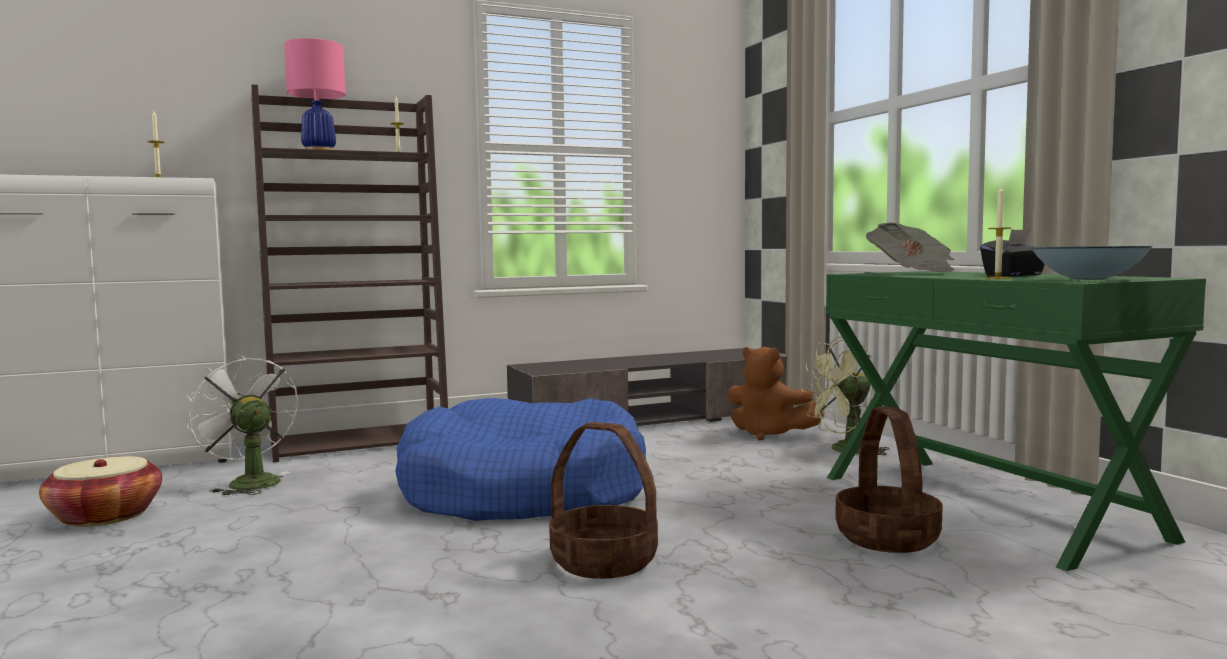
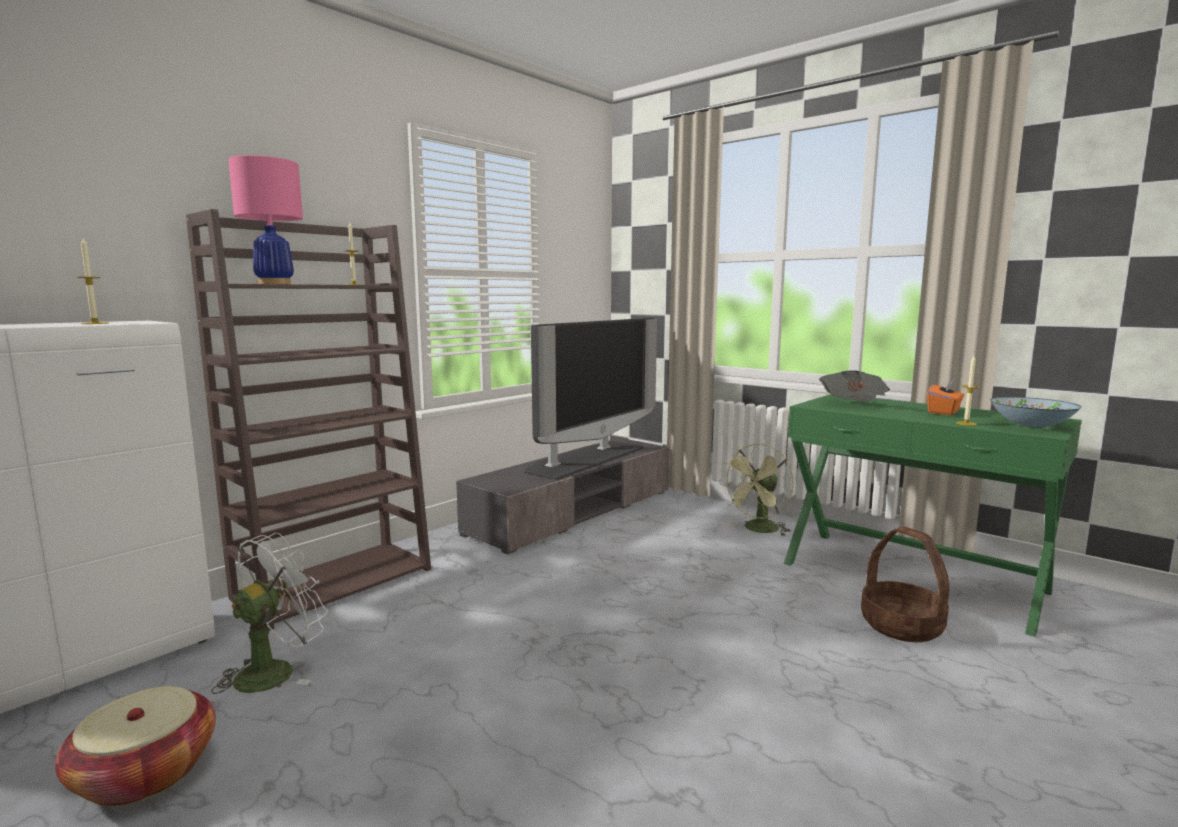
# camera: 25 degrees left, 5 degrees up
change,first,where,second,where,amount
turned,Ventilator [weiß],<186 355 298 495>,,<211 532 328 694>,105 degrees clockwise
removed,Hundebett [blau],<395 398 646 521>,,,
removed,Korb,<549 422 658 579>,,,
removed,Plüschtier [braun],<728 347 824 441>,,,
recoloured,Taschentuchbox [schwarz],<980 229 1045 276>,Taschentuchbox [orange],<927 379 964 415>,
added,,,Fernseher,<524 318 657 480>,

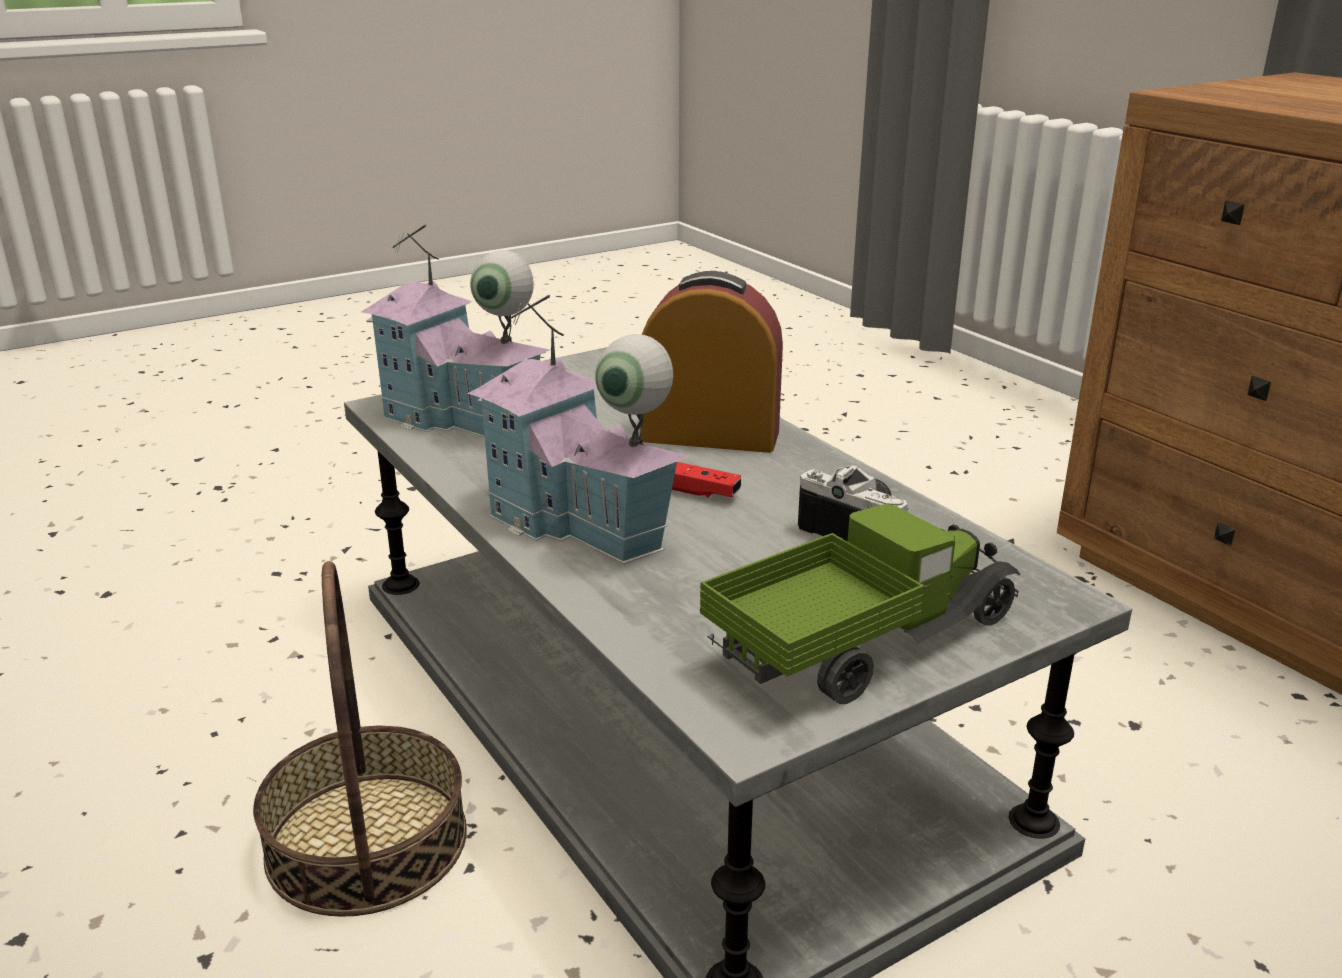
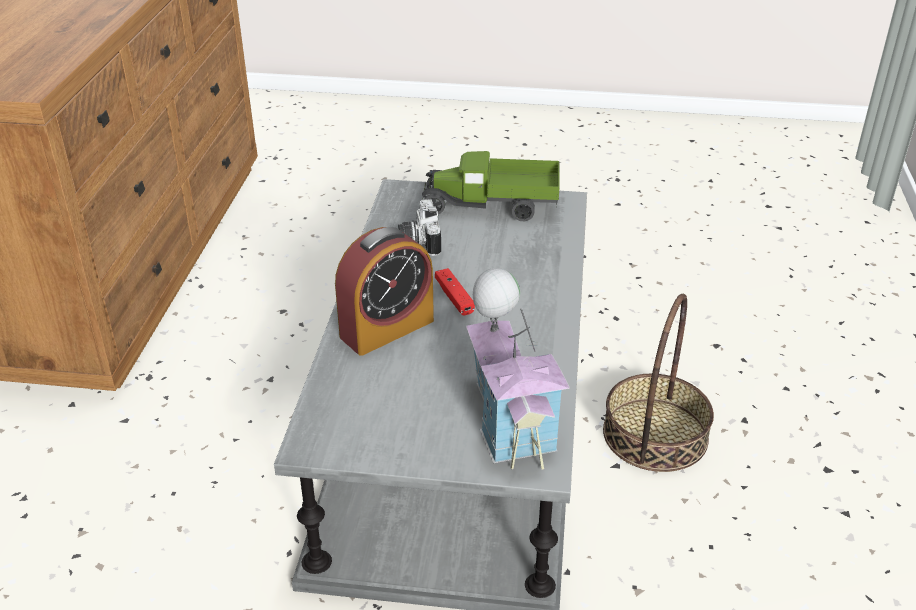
# camera: 140 degrees left, 10 degrees up
change,first,where,second,where,amount
removed,Spielzeughaus,<467 295 690 564>,,,
turned,Wecker,<640 271 783 453>,,<335 227 434 356>,90 degrees counterclockwise

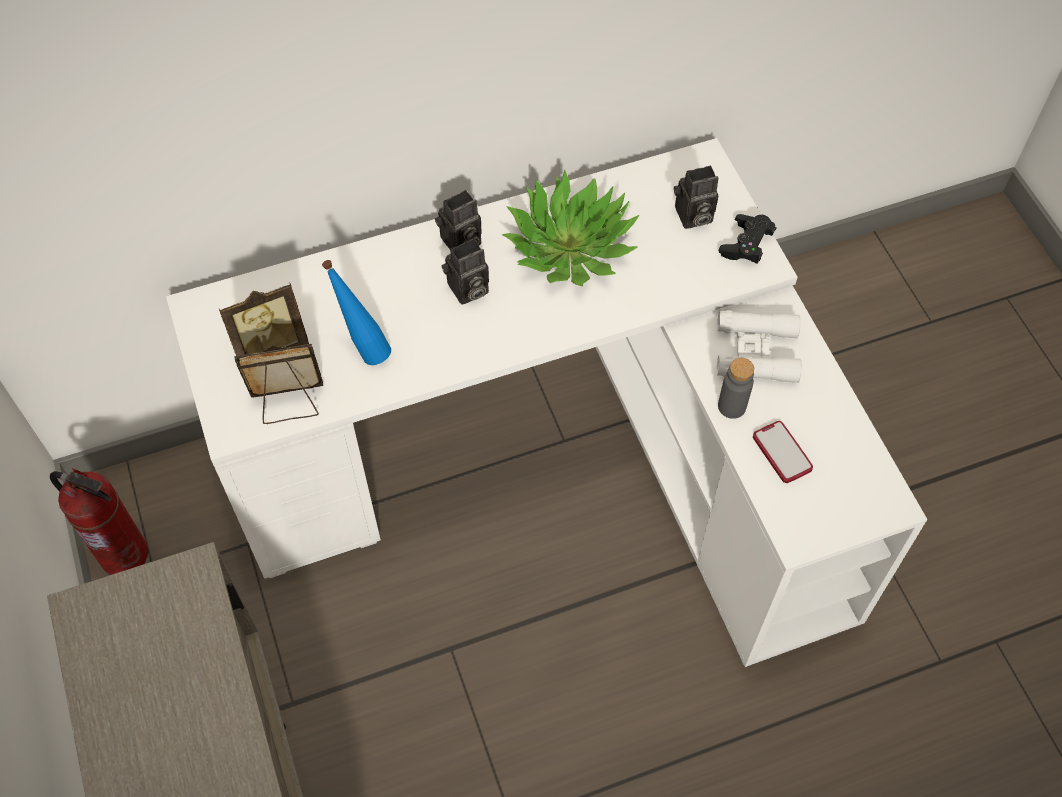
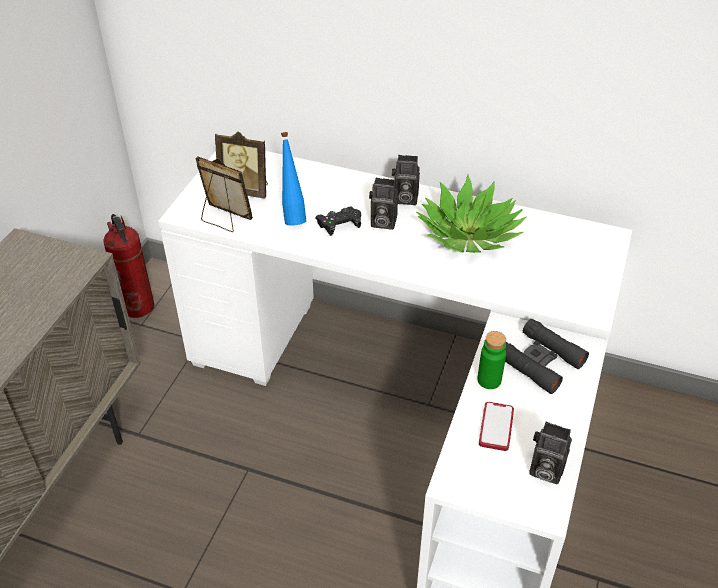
# camera: 40 degrees right, 15 degrees down
change,first,where,second,where,amount
moved,Kamera,<674 165 718 229>,,<529 422 572 484>,
recoloured,Fernglas [weiß],<717 310 802 383>,Fernglas [schwarz],<505 319 589 394>,
recoloured,Flasche [grau],<718 358 754 419>,Flasche [grün],<477 331 506 389>,
moved,Gamepad [schwarz],<719 214 776 264>,,<315 207 361 236>,

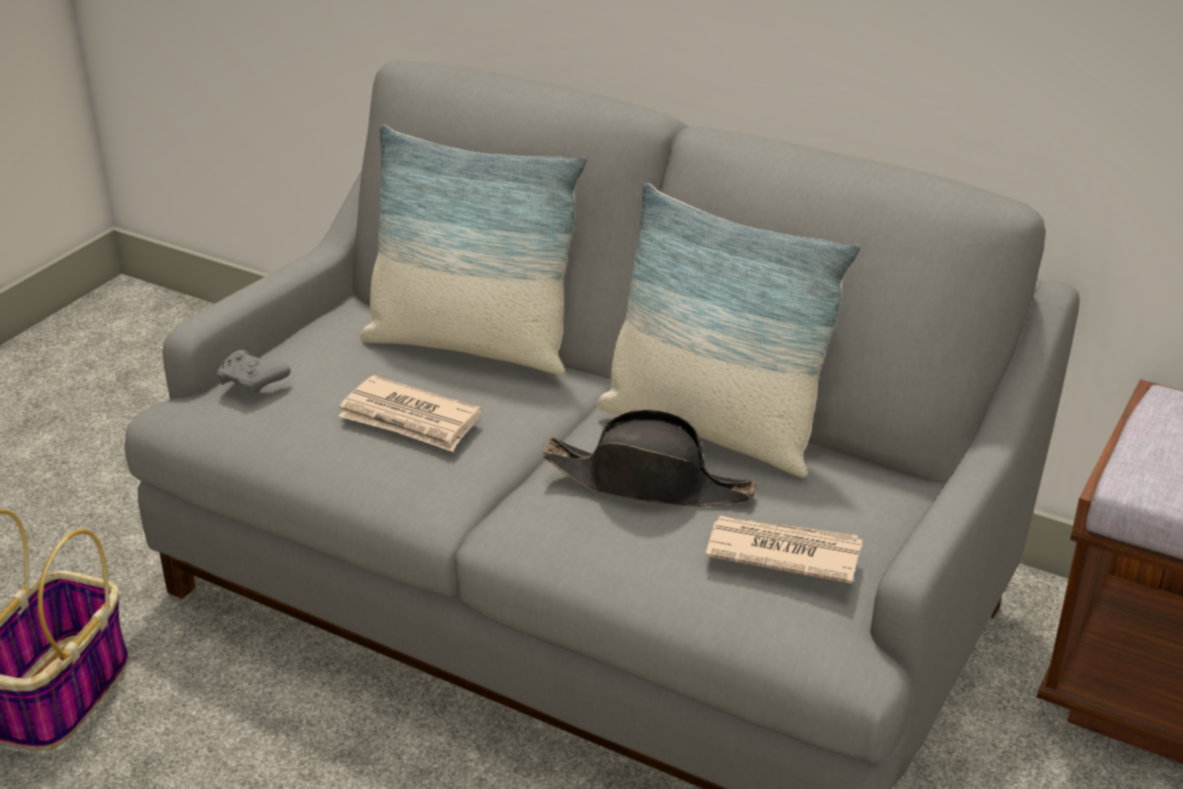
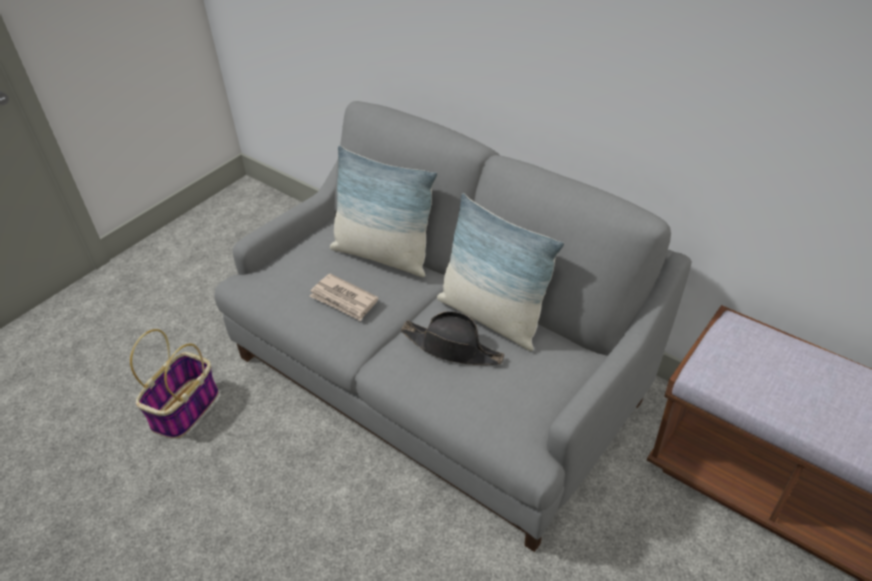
# camera: 10 degrees right, 10 degrees up
change,first,where,second,where,amount
removed,Gamepad [grau],<217 350 291 395>,,,
removed,Zeitung,<705 516 863 584>,,,

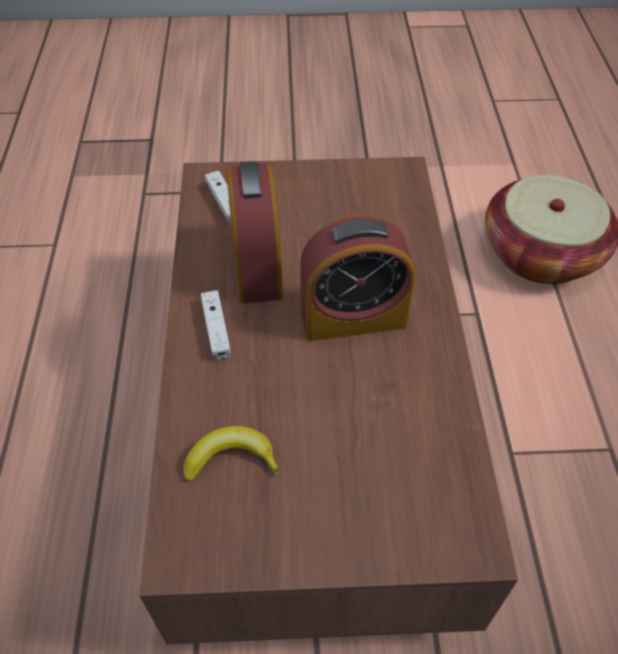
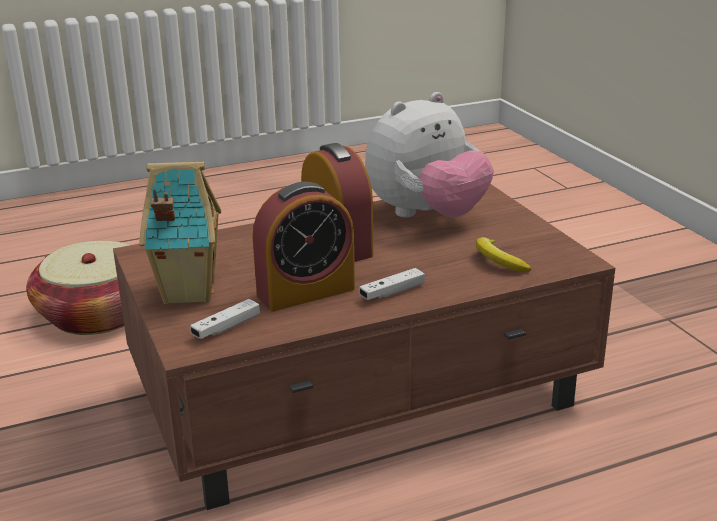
# camera: 110 degrees left, 25 degrees down
change,first,where,second,where,amount
added,,,Spielzeughaus,<139 161 221 304>,
added,,,Plüschtier,<365 92 494 218>,

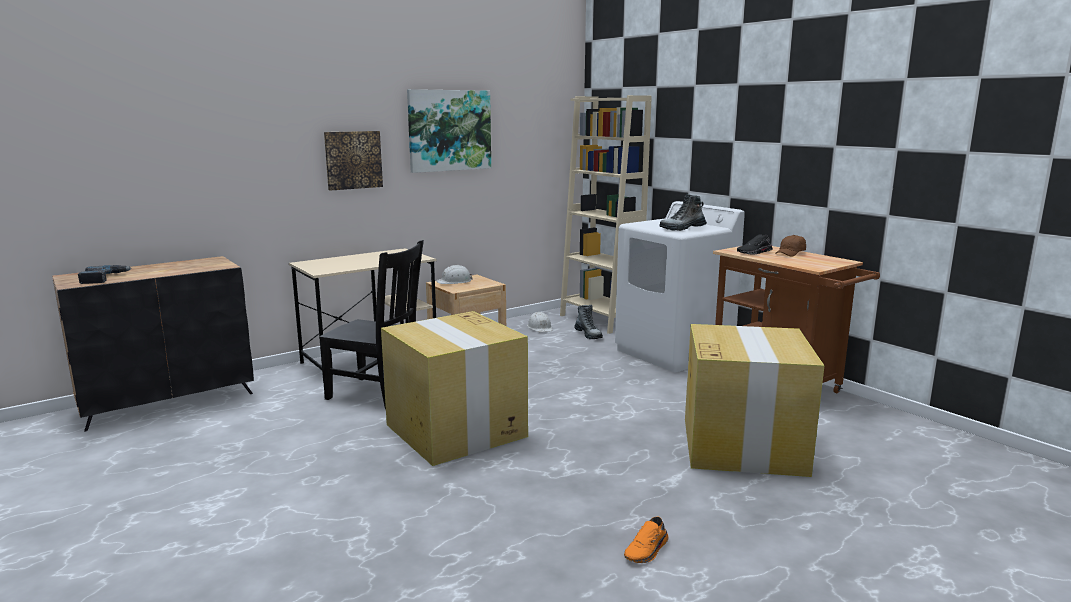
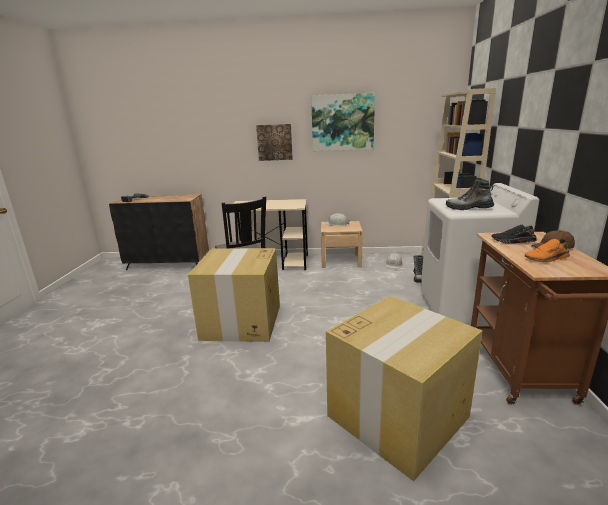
# camera: 40 degrees right, 5 degrees up
change,first,where,second,where,amount
moved,Schuh [orange],<624 516 668 563>,,<525 239 570 263>,

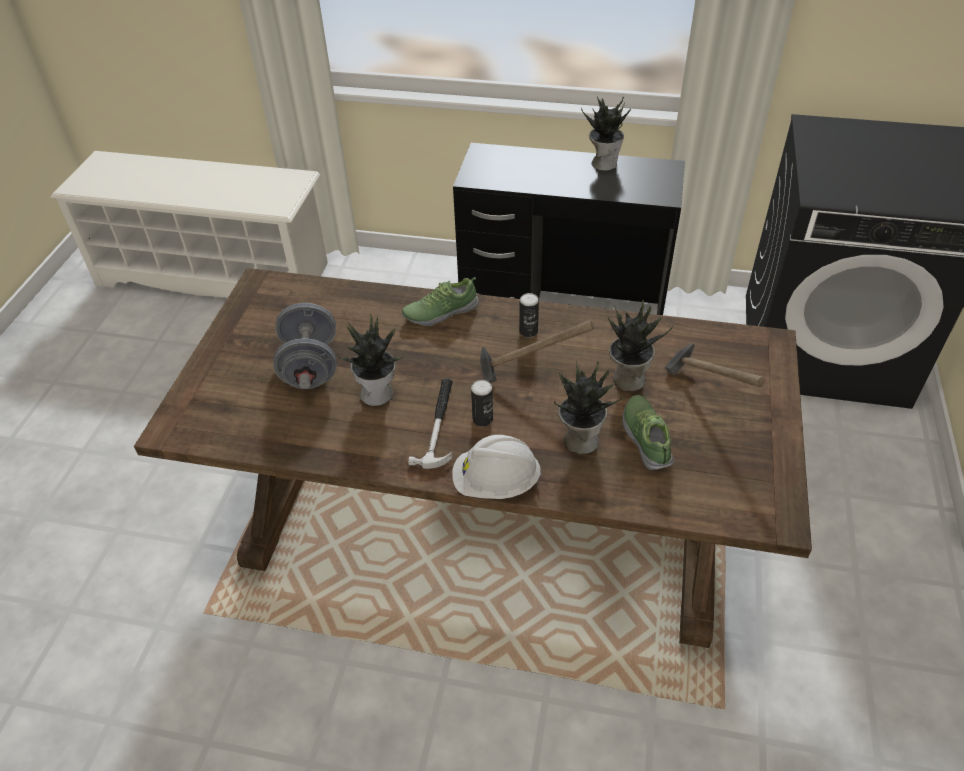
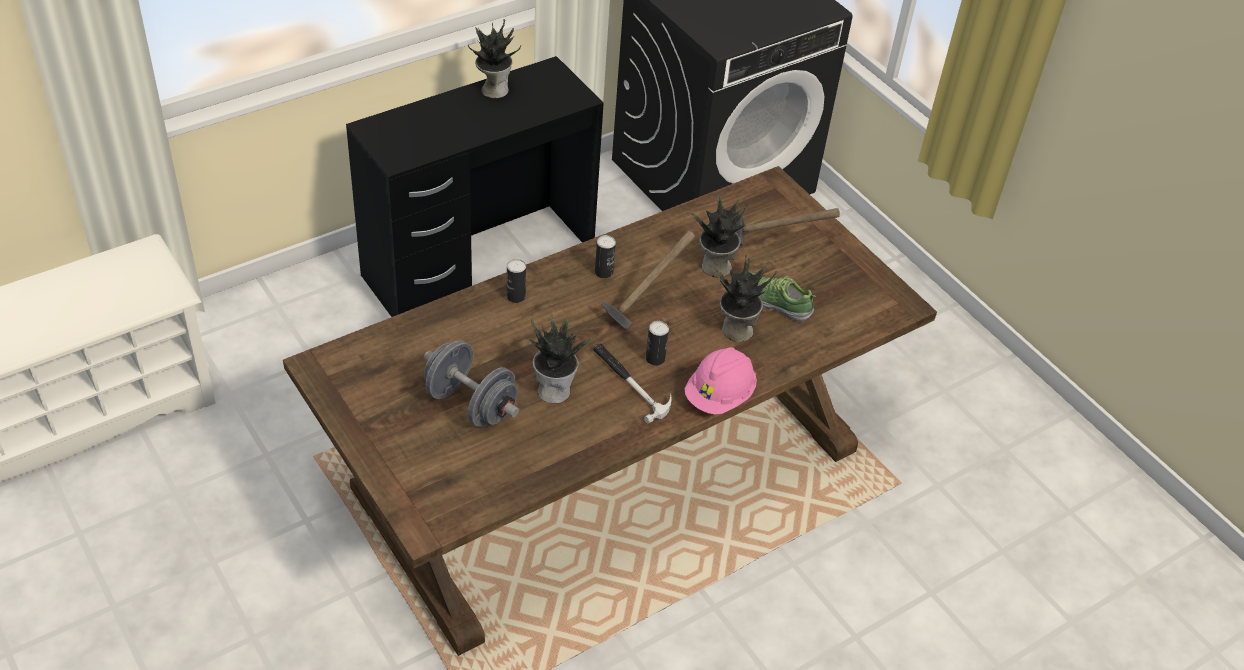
# camera: 50 degrees left, 0 degrees up
change,first,where,second,where,amount
replaced,Schuh,<402 277 479 326>,Dose,<507 259 526 303>,
recoloured,Schutzhelm [weiß],<452 435 542 499>,Schutzhelm [rosa],<685 347 757 414>,

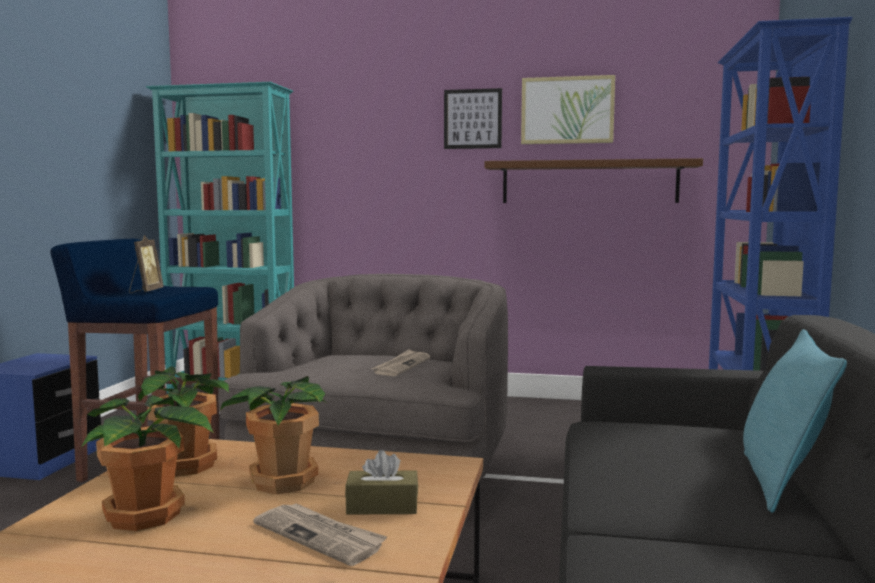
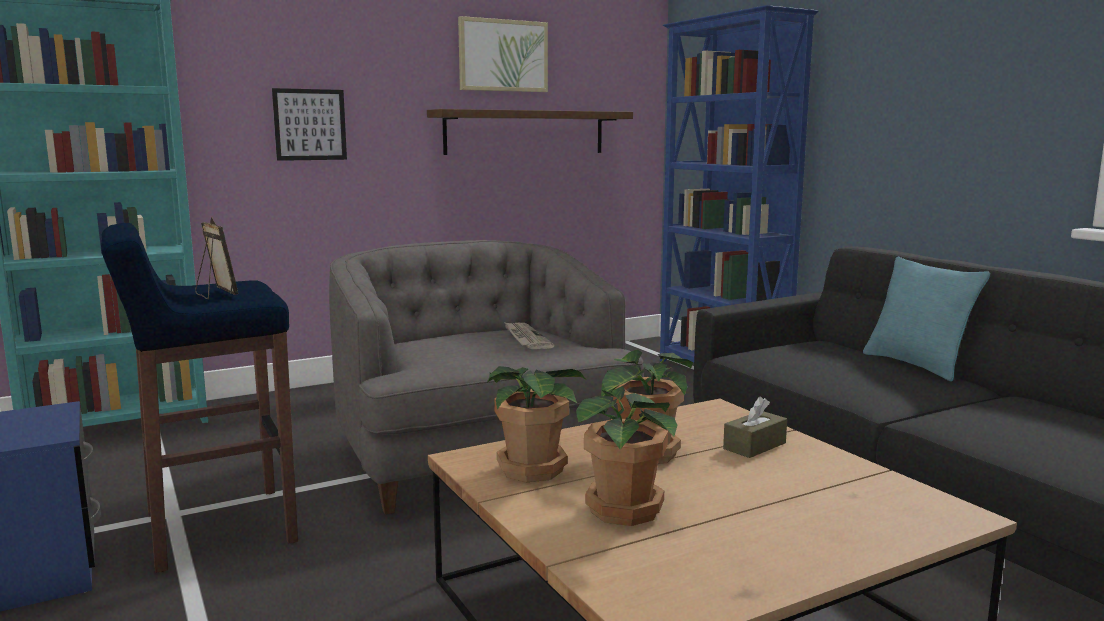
# camera: 40 degrees left, 5 degrees up
change,first,where,second,where,amount
removed,Zeitung,<253 503 387 566>,,,
moved,Bild,<444 88 502 149>,,<272 88 347 161>,

